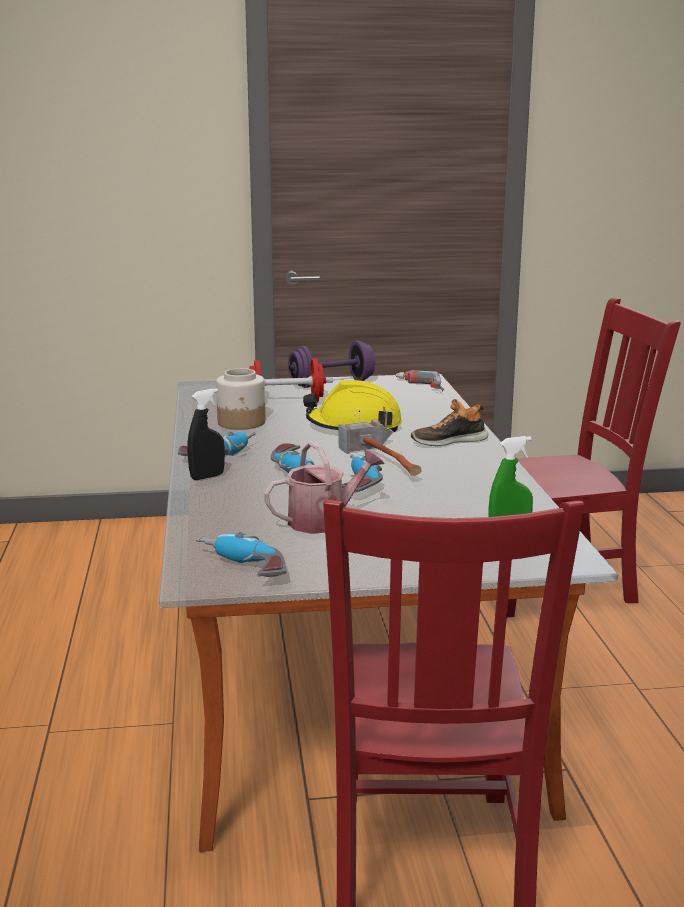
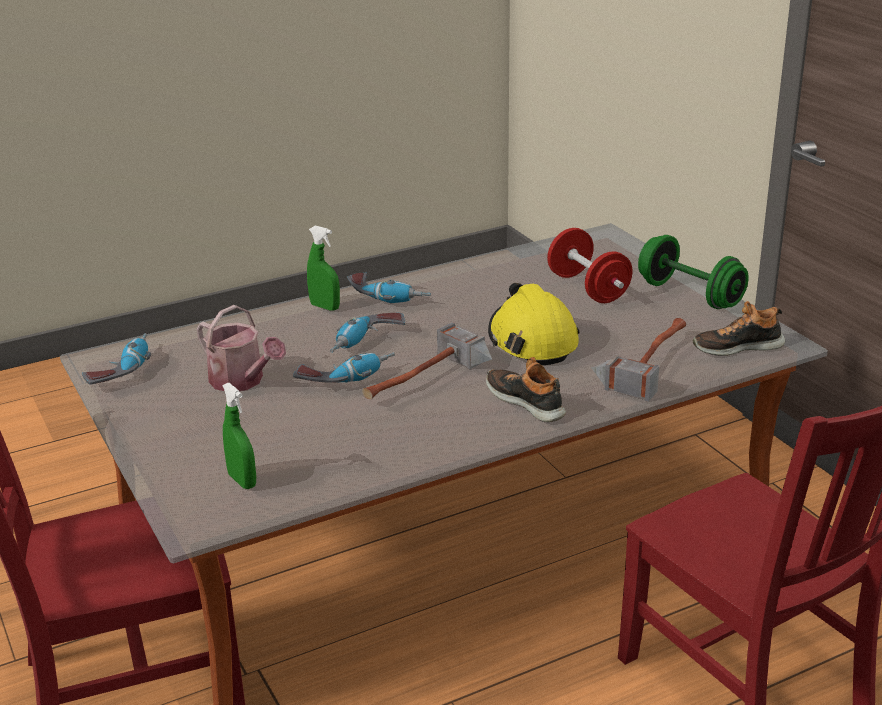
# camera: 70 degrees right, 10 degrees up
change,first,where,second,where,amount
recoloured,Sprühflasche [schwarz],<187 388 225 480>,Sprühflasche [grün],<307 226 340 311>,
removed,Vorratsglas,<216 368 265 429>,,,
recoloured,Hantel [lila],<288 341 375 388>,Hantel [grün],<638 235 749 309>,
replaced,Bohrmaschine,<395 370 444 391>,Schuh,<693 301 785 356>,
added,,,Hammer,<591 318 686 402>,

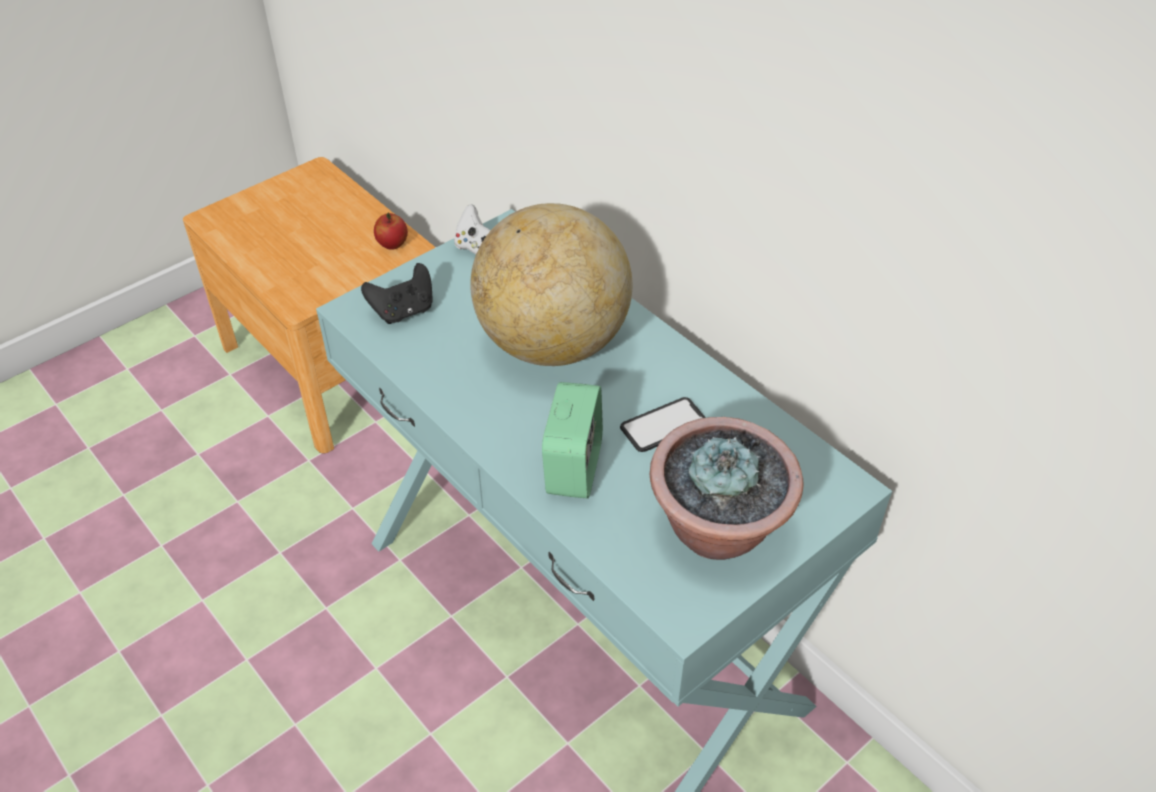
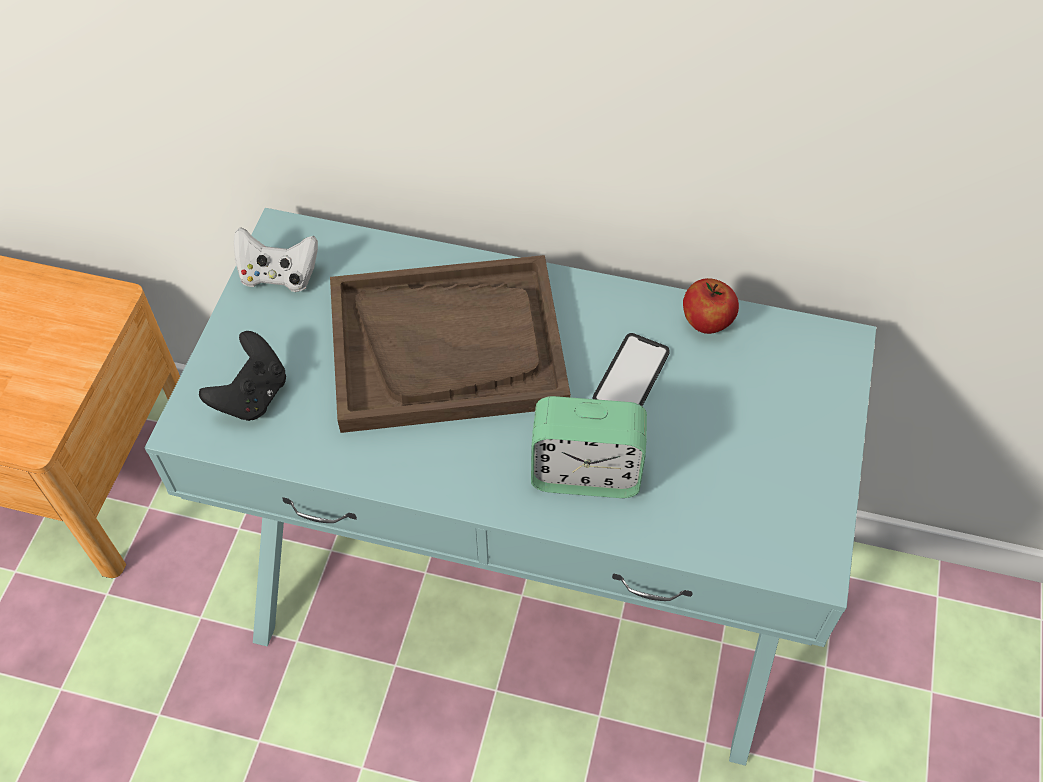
# camera: 35 degrees left, 10 degrees up
change,first,where,second,where,amount
moved,Apfel,<374 213 408 250>,,<683 278 739 334>,
replaced,Globus,<470 203 632 366>,Tablett [braun],<330 255 571 433>,
turned,Wecker,<542 382 603 499>,,<531 396 647 498>,120 degrees clockwise
removed,Topfpflanze,<650 417 803 560>,,,

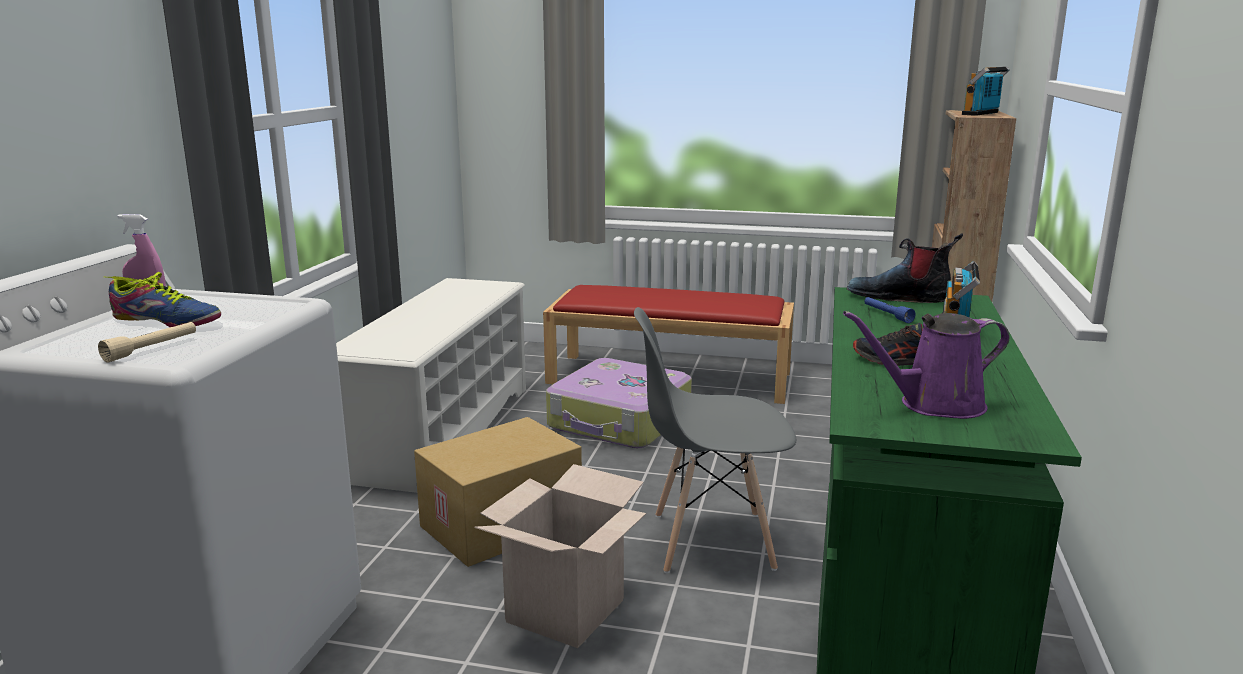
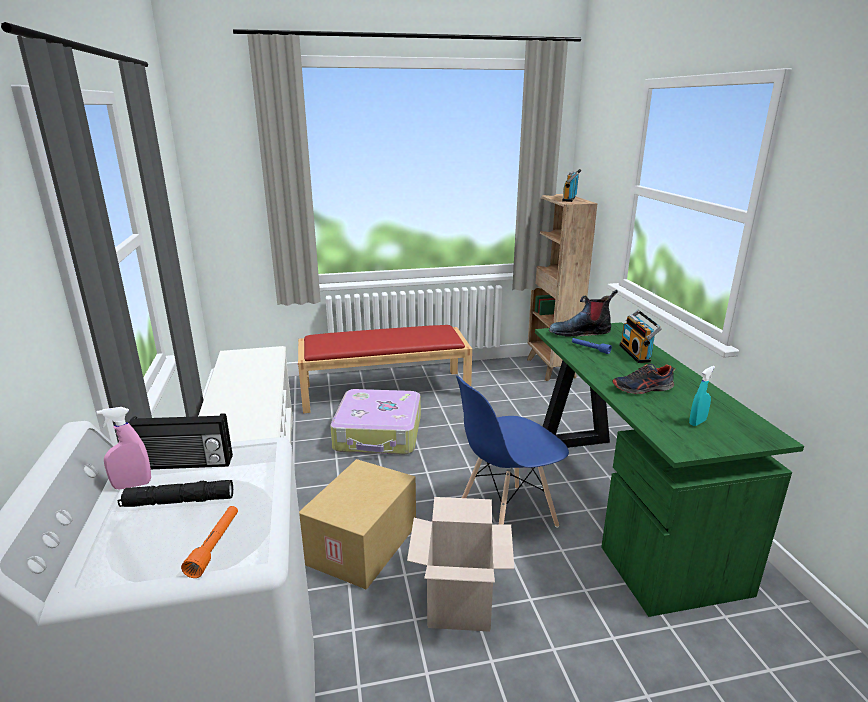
# camera: 25 degrees left, 5 degrees up
change,first,where,second,where,amount
recoloured,Taschenlampe [beige],<98 322 196 363>,Taschenlampe [orange],<181 506 238 578>,
replaced,Schuh,<107 272 221 327>,Taschenlampe [schwarz],<118 480 233 507>,
recoloured,Stuhl [grau],<634 307 796 573>,Stuhl [blau],<456 376 569 528>,
replaced,Gießkanne [lila],<843 311 1010 419>,Sprühflasche [türkis],<689 366 715 426>,
added,,,Radio,<128 413 233 469>,

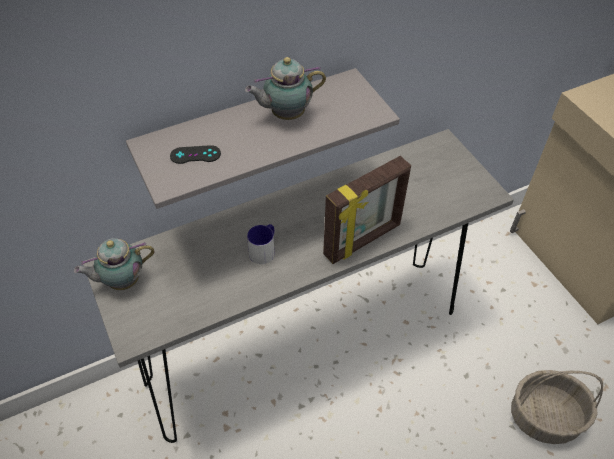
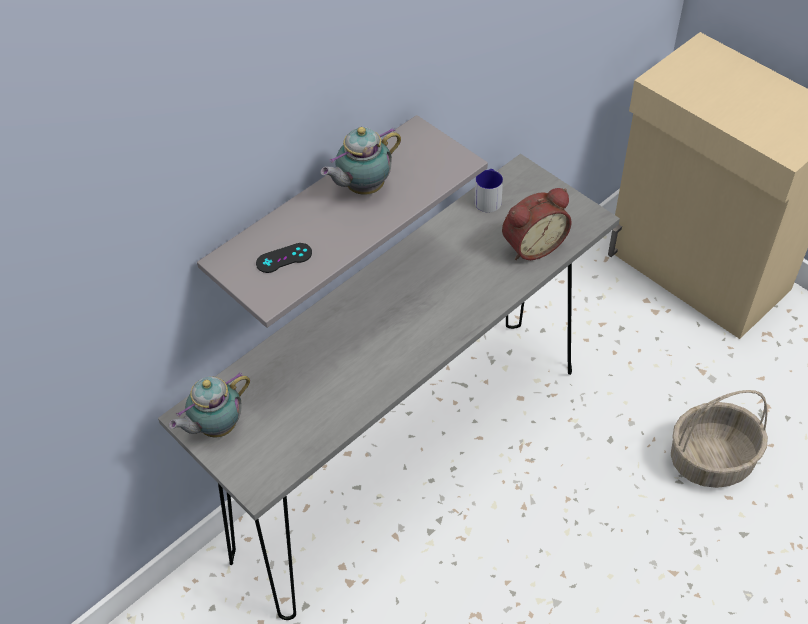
# camera: 15 degrees left, 0 degrees up
change,first,where,second,where,amount
moved,Henkelbecher,<247 224 274 264>,,<475 169 503 212>,
removed,Bilderrahmen,<323 156 411 264>,,,
added,,,Wecker,<502 188 572 260>,

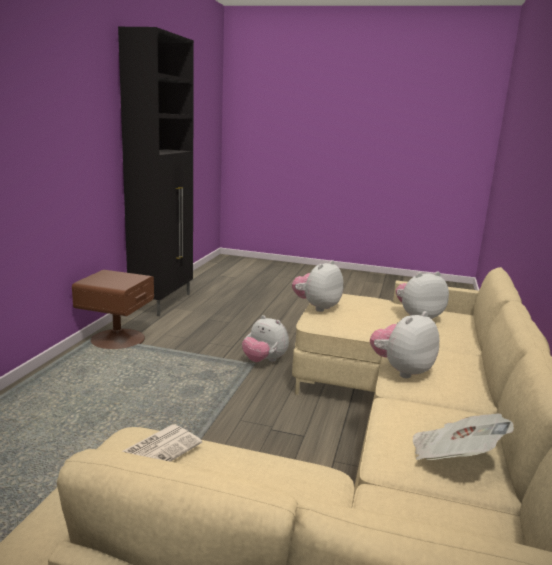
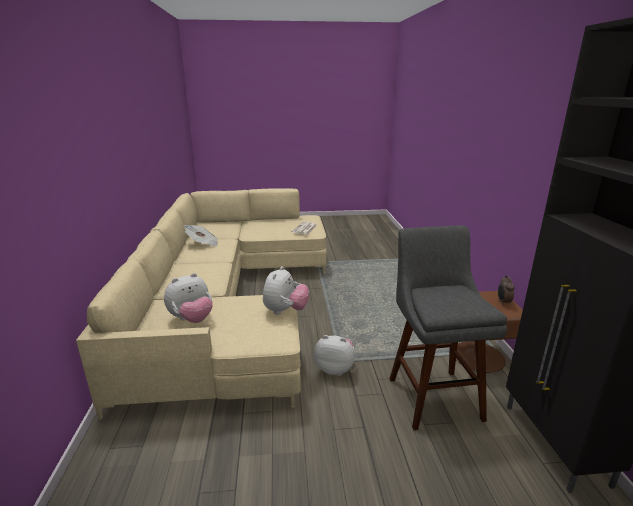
# camera: 160 degrees right, 5 degrees up
change,first,where,second,where,amount
removed,Plüschtier,<370 311 440 378>,,,
added,,,Hocker [grau],<390 225 507 430>,
added,,,Wecker,<498 276 515 305>,

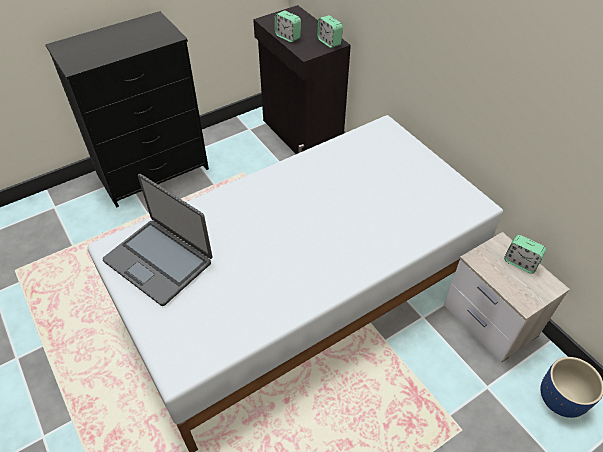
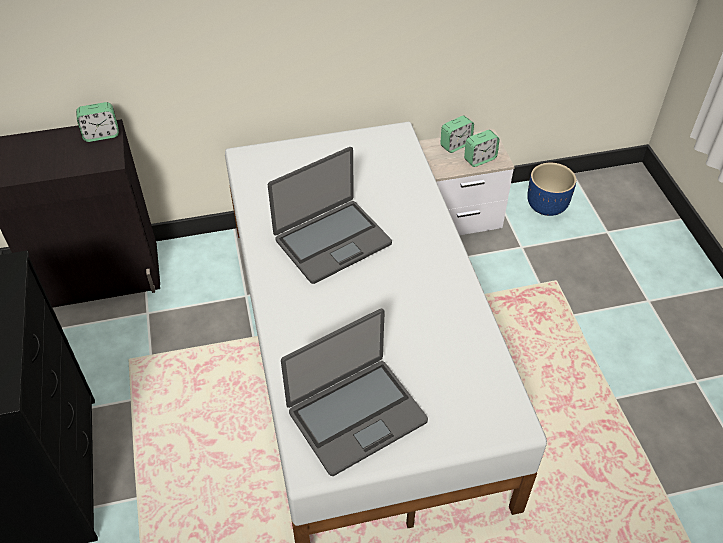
# camera: 70 degrees left, 0 degrees up
change,first,where,second,where,amount
moved,Wecker,<275 10 301 42>,,<464 130 500 167>,
added,,,Laptop,<268 147 392 284>,

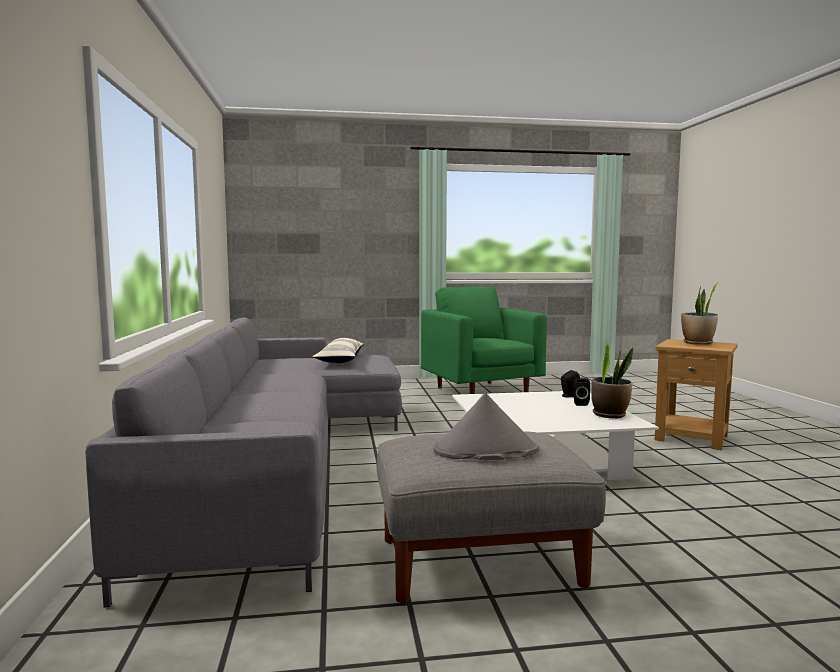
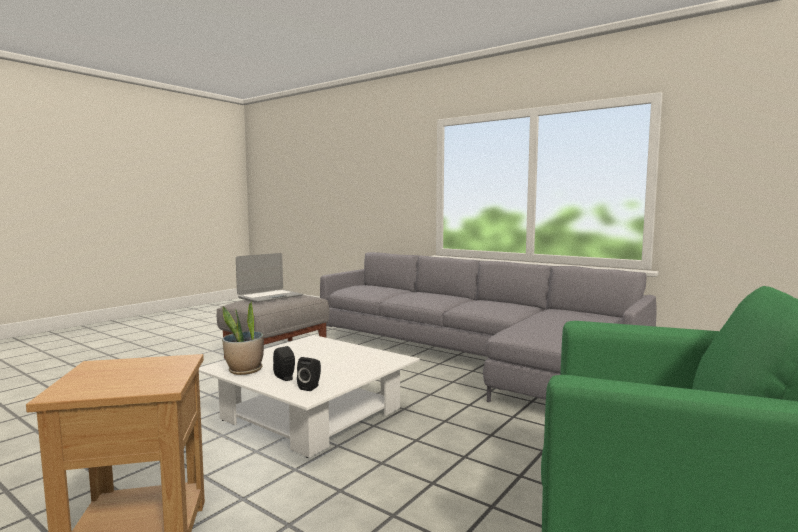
# camera: 135 degrees right, 0 degrees up
change,first,where,second,where,amount
removed,Kissen,<312 338 364 363>,,,
replaced,Hut [grau],<433 393 539 460>,Laptop,<236 253 303 303>,
removed,Topfpflanze,<681 282 718 345>,,,

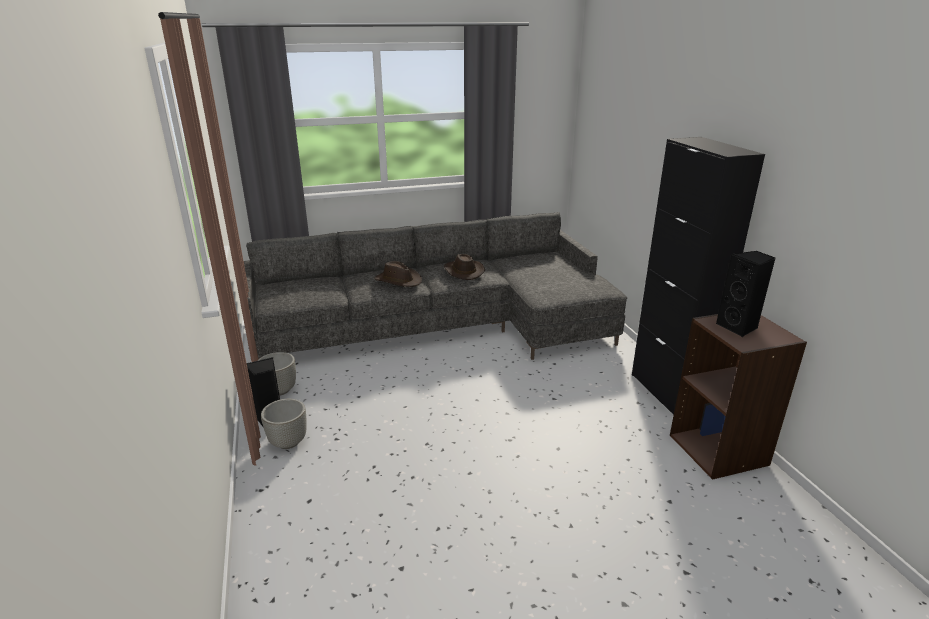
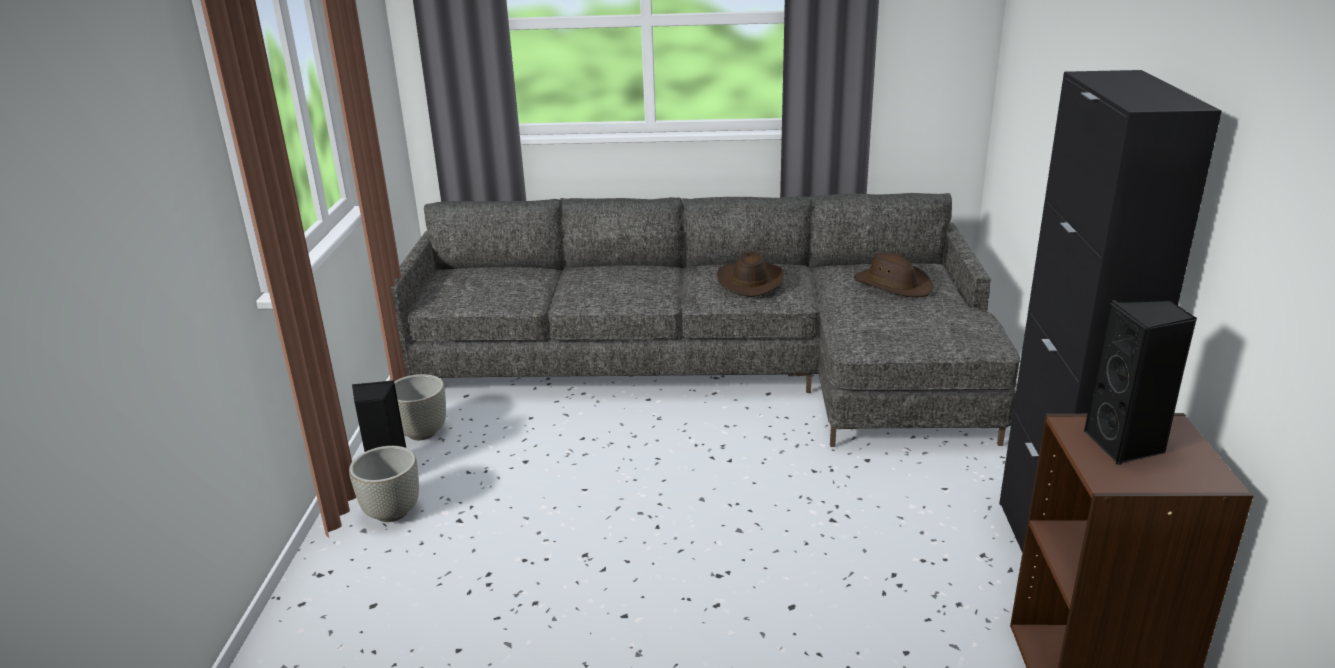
# camera: 20 degrees right, 0 degrees up
change,first,where,second,where,amount
moved,Hut [braun],<375 261 422 287>,,<854 252 934 298>,

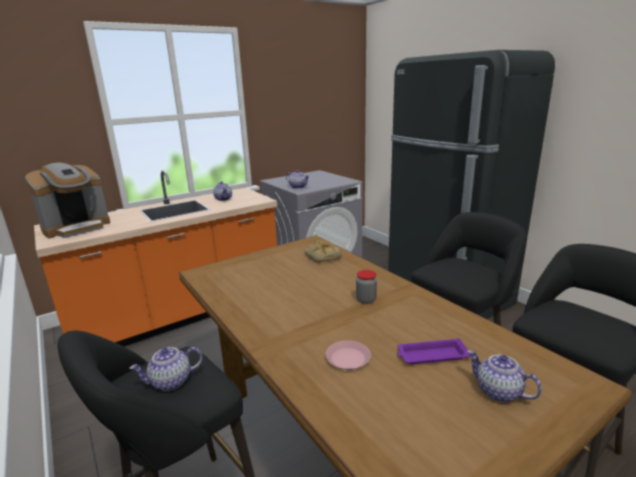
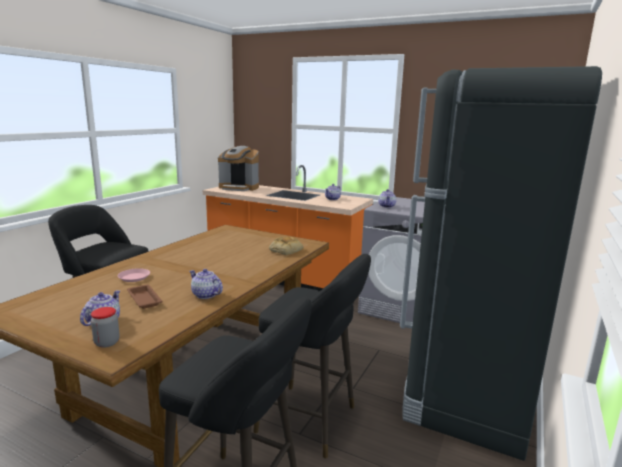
# camera: 60 degrees right, 5 degrees down
change,first,where,second,where,amount
moved,Teekanne,<130 347 203 391>,,<189 269 223 299>,
moved,Vorratsglas,<356 270 377 304>,,<91 307 120 348>,
recoloured,Tablett [lila],<397 338 471 364>,Tablett [braun],<127 285 163 309>,

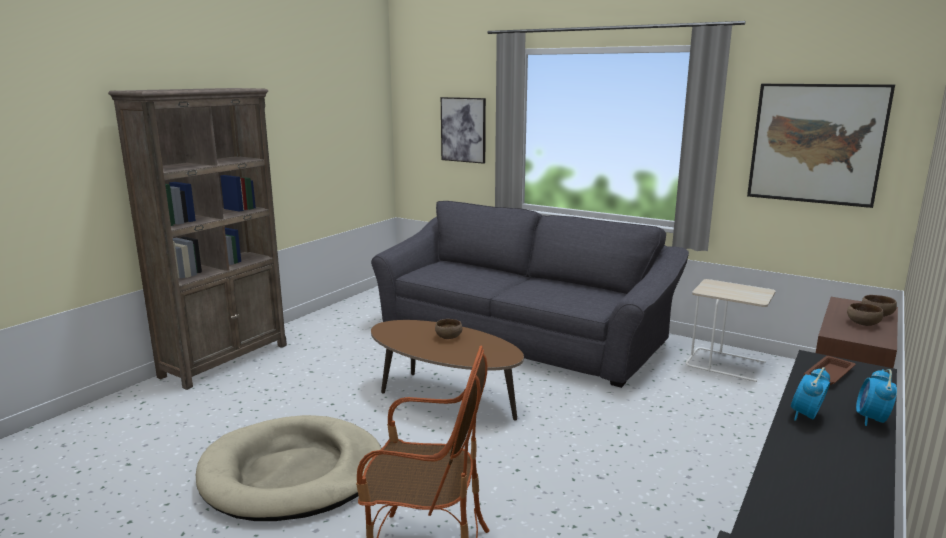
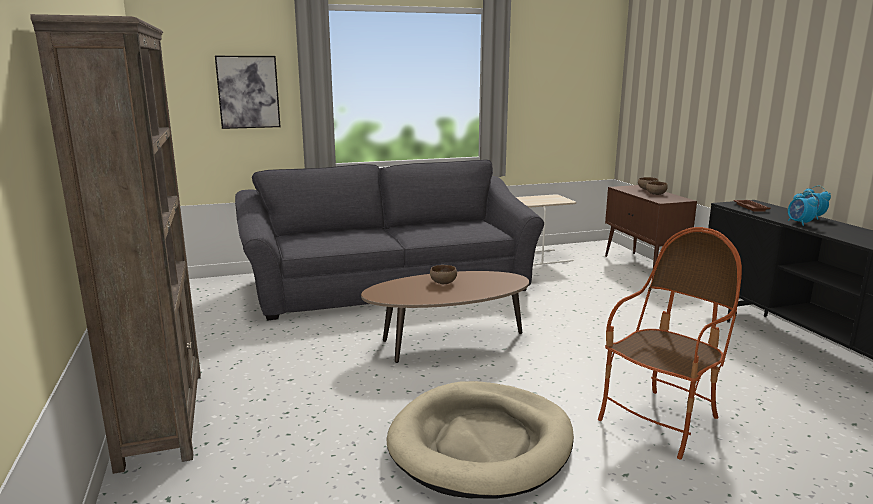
# camera: 50 degrees left, 0 degrees up
change,first,where,second,where,amount
removed,Bild,<747 84 895 208>,,,

